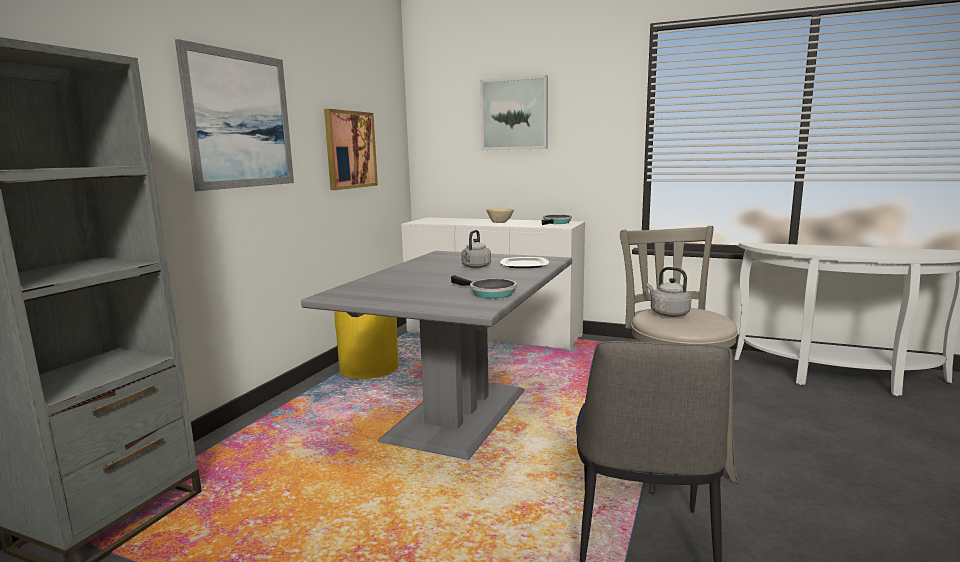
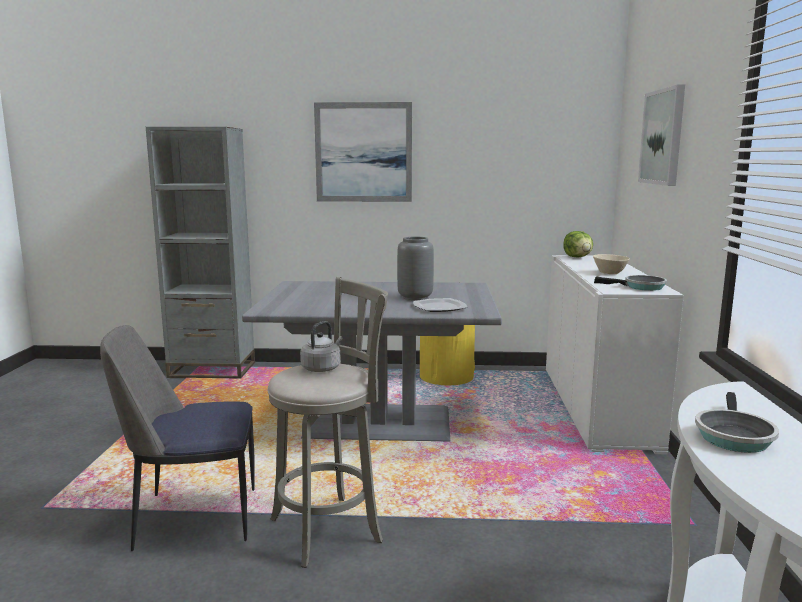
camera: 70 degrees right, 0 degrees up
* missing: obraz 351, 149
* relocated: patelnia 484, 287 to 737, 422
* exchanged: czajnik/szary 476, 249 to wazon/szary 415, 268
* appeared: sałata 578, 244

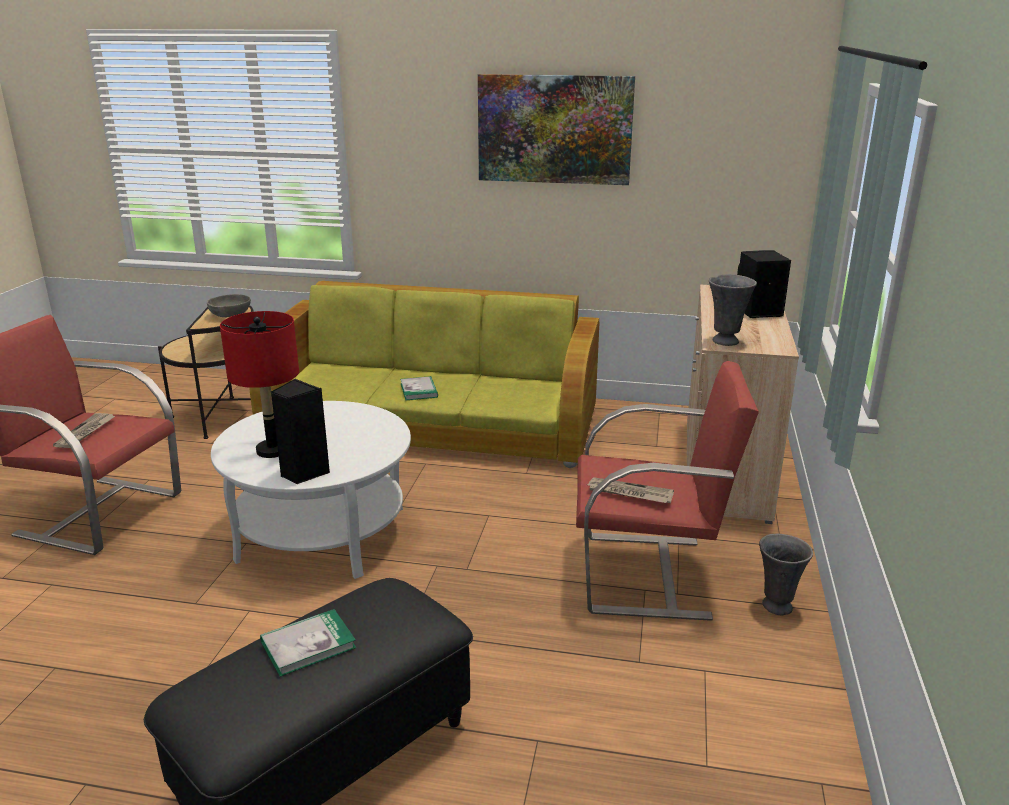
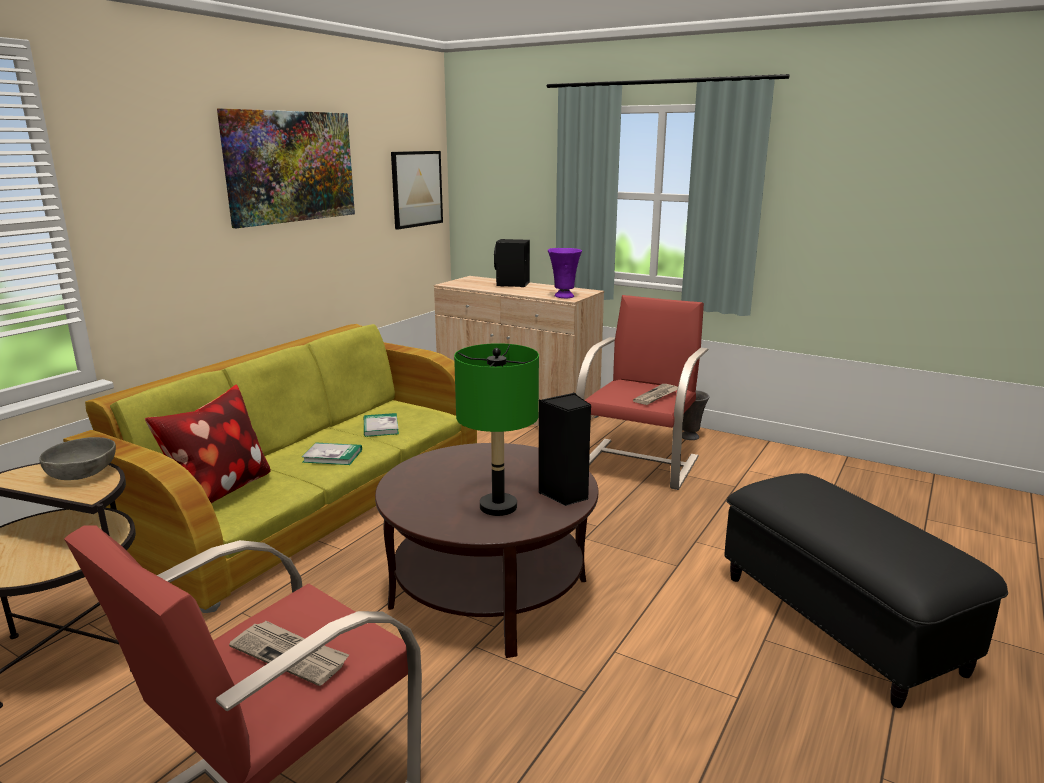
camera: 70 degrees left, 5 degrees down
* colour: ława/biały 311, 490 to ława/brązowy 486, 550
* colour: lampa stołowa/czerwony 259, 384 to lampa stołowa/zielony 496, 429
* relocated: książka 308, 643 to 381, 425
* colour: wazon/szary 733, 310 to wazon/fioletowy 565, 273
* appeared: poduszka 208, 444
* appeared: obraz 417, 190

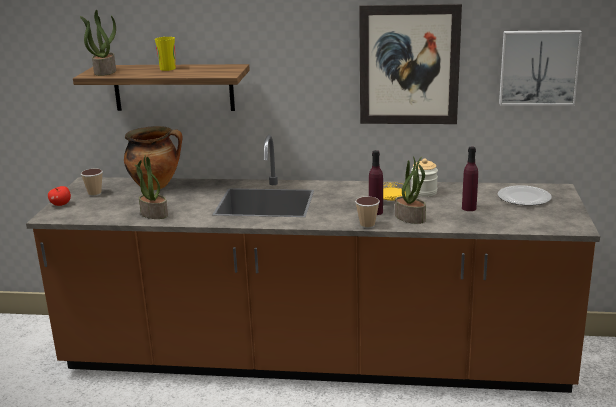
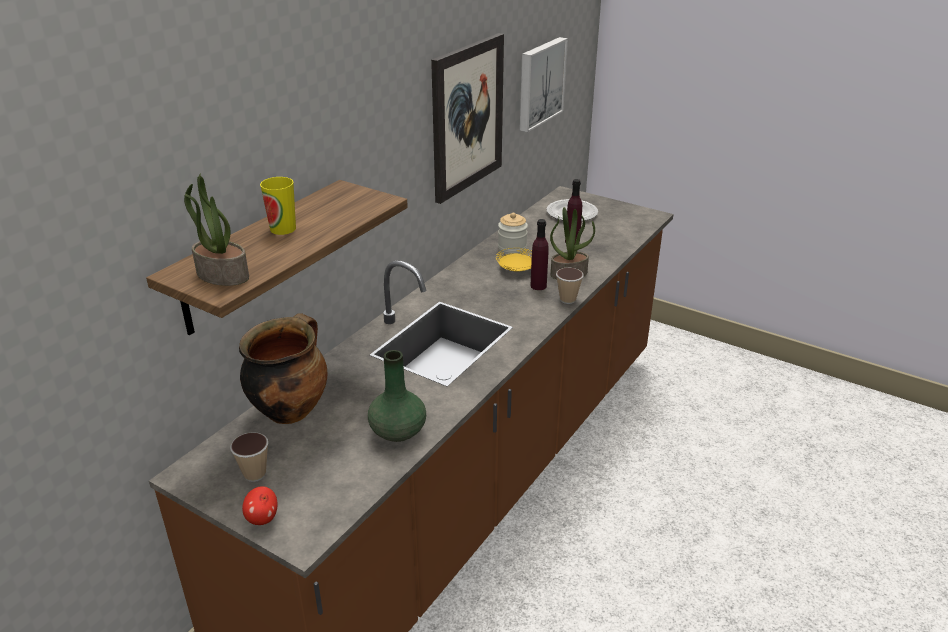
camera: 65 degrees left, 10 degrees up
* exchanged: roślina doniczkowa 151, 186 to wazon/zielony 397, 396

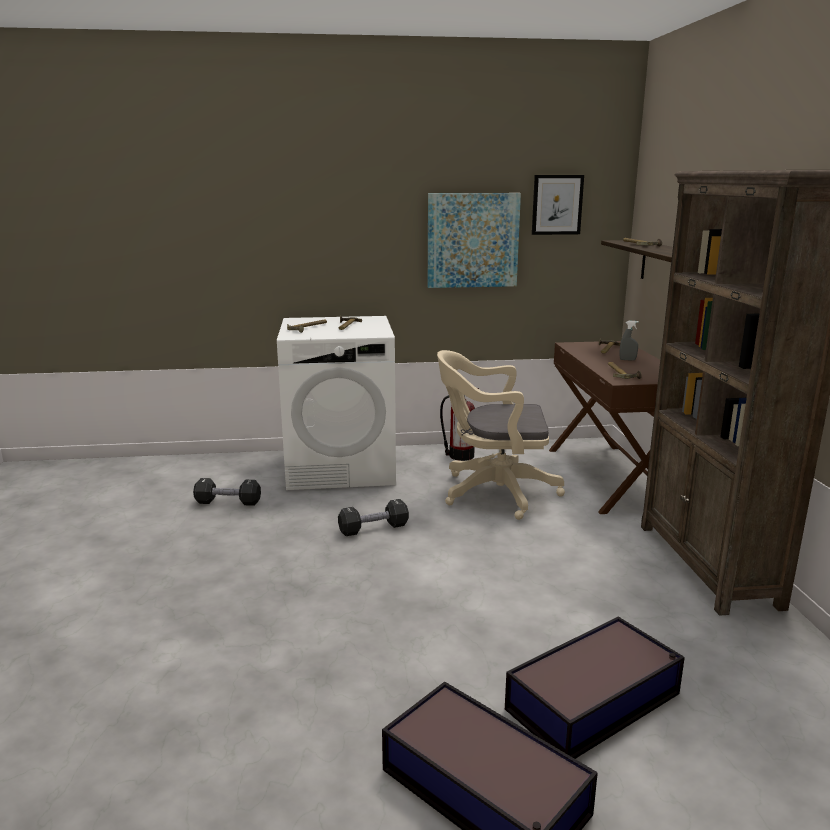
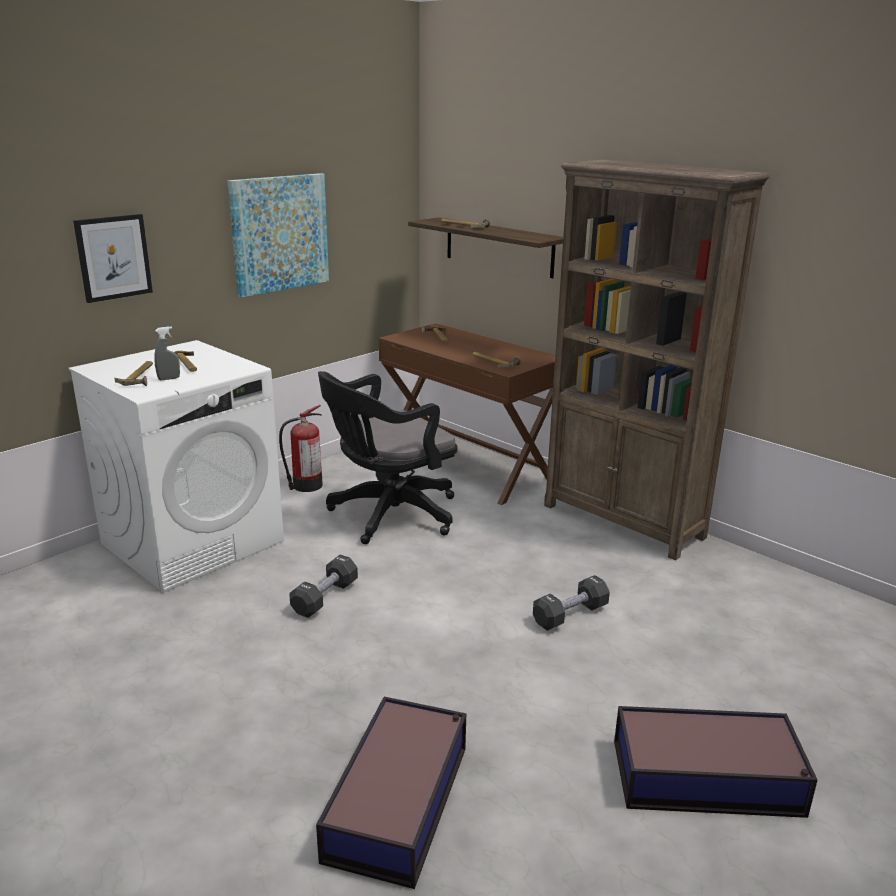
camera: 40 degrees left, 5 degrees up
* relocated: hantel/czarny 227, 492 to 571, 603
* colour: krzesło biurowe/beżowy 501, 435 to krzesło biurowe/czarny 387, 457
* relocated: pojemnik do przechowywania 595, 688 to 391, 793
* relocated: obraz 558, 205 to 113, 258
* relocated: spryskiwacz/szary 629, 341 to 167, 353

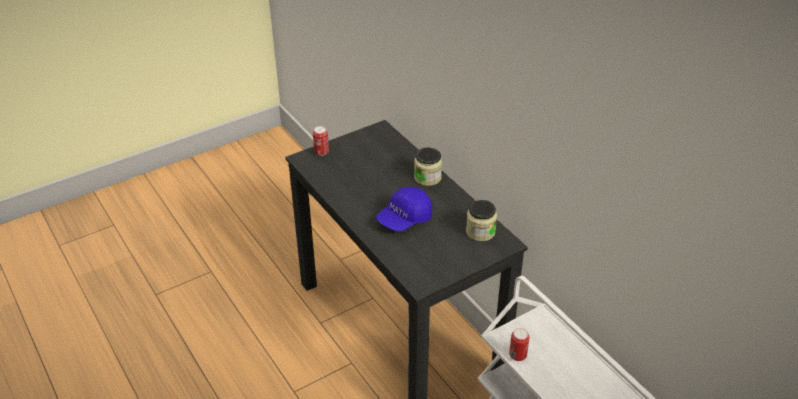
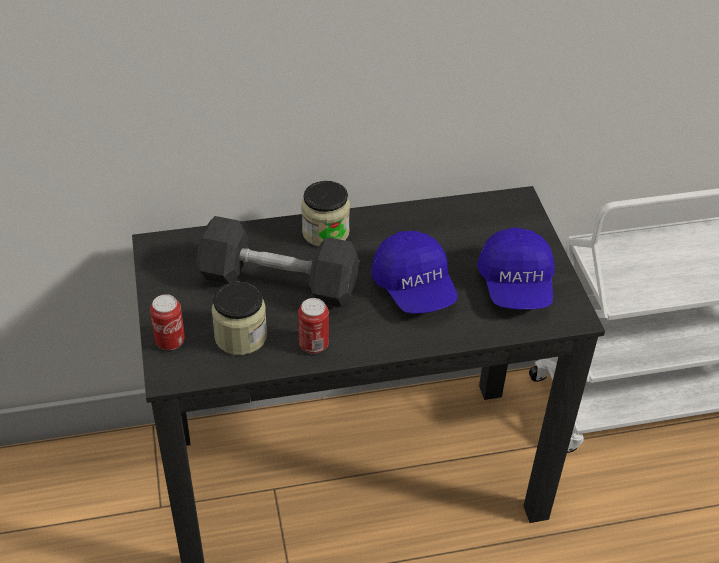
camera: 70 degrees left, 5 degrees up
* relocated: słoik 481, 220 to 239, 318
* relocated: puszka 519, 344 to 313, 326
* appeared: hantel/szary 278, 261
* appeared: czapka z daszkiem/niebieski 515, 268

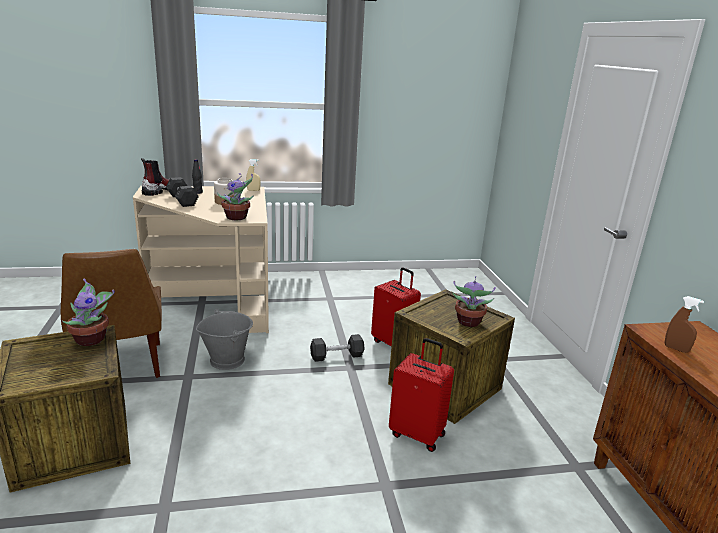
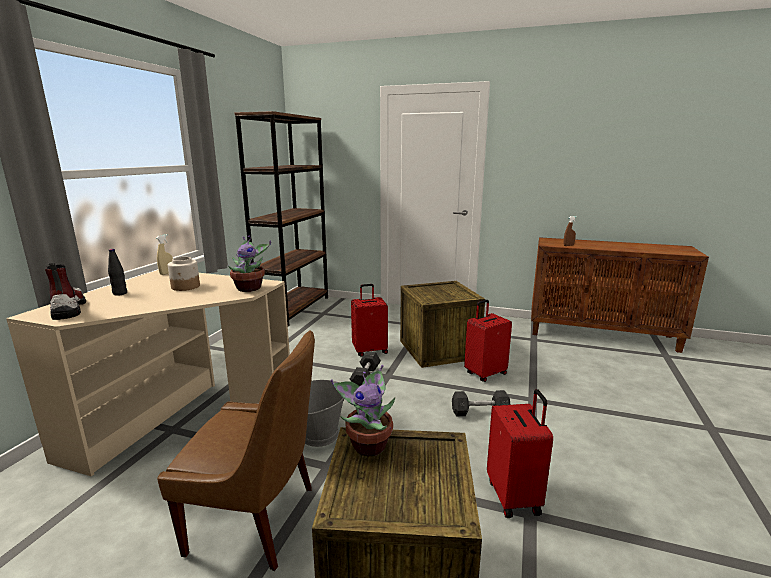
camera: 60 degrees left, 5 degrees down
* relocated: hantel/szary 182, 192 to 481, 403
* missing: roślina doniczkowa 474, 301
* appeared: regał/brązowy 281, 218
* appeared: walizka/czerwony 520, 453

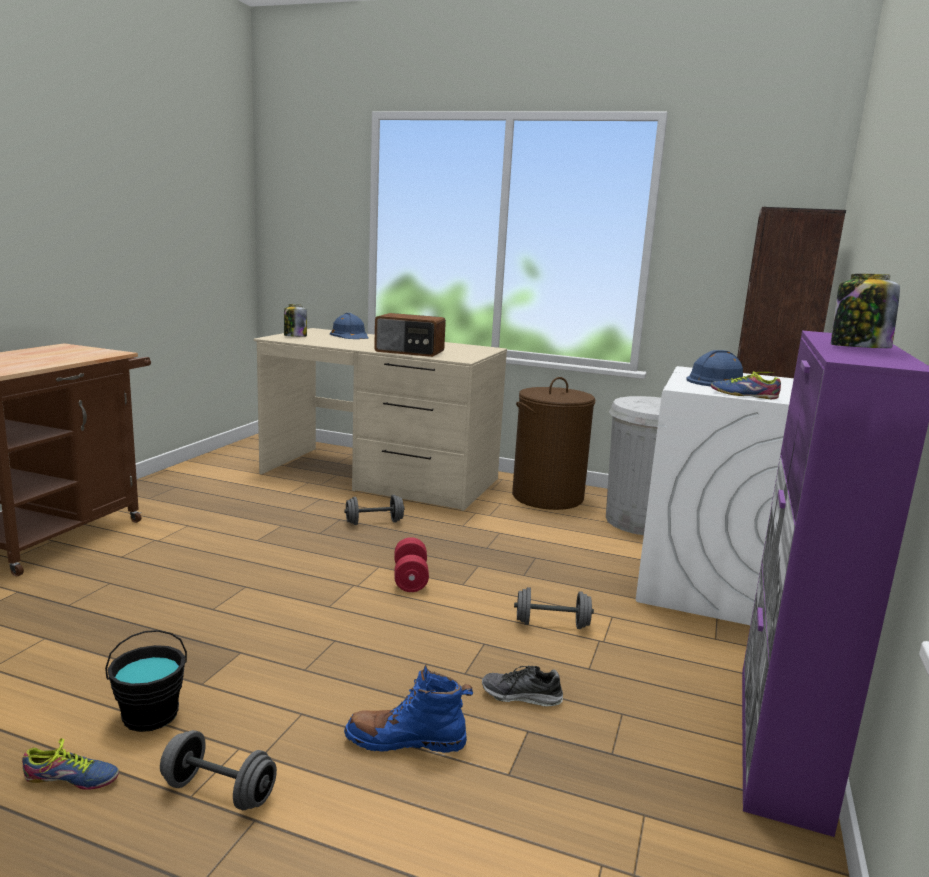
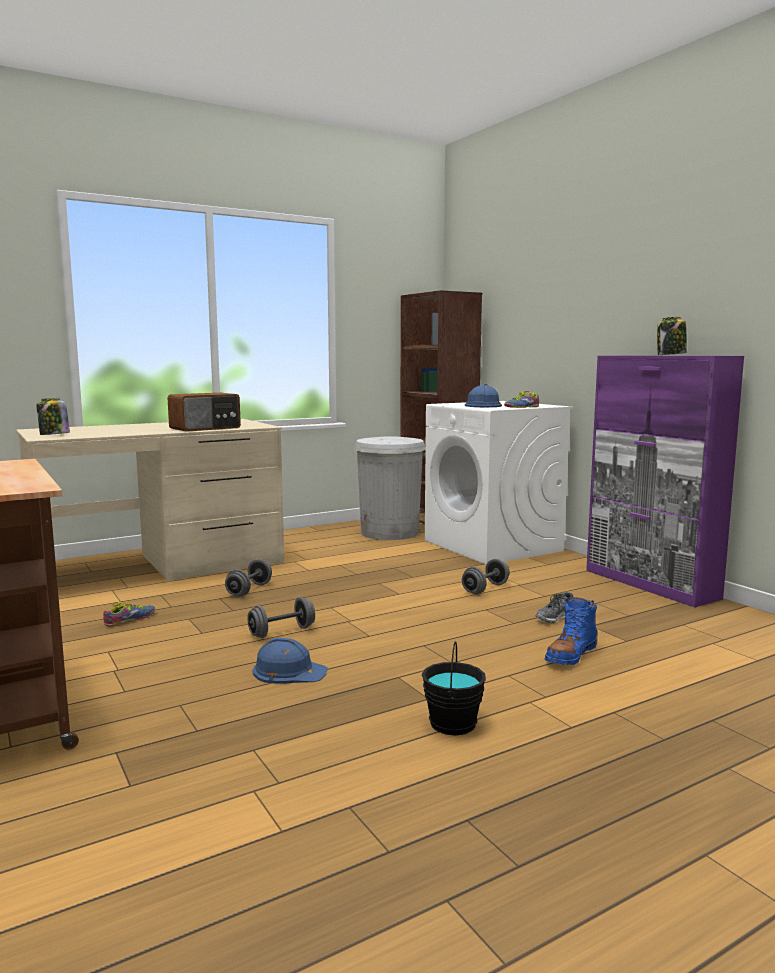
camera: 50 degrees left, 5 degrees down
* relocated: but 70, 764 to 129, 614
* relocated: hantel/szary 218, 770 to 281, 617
* relocated: kask/niebieski 349, 326 to 290, 661
* missing: hantel/czerwony 411, 564
* missing: kosz na pranie/brązowy 553, 443

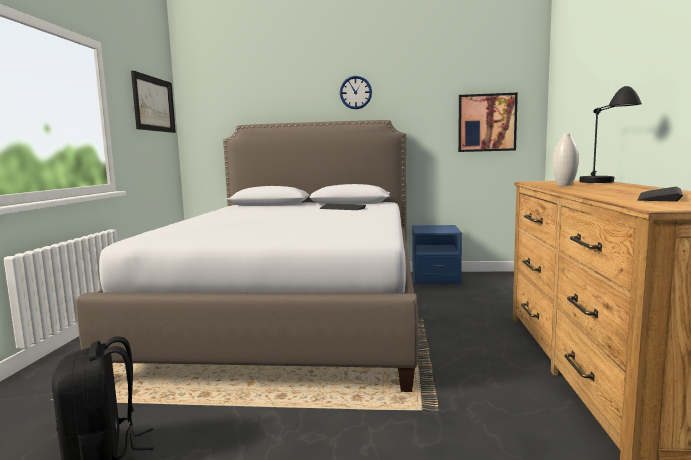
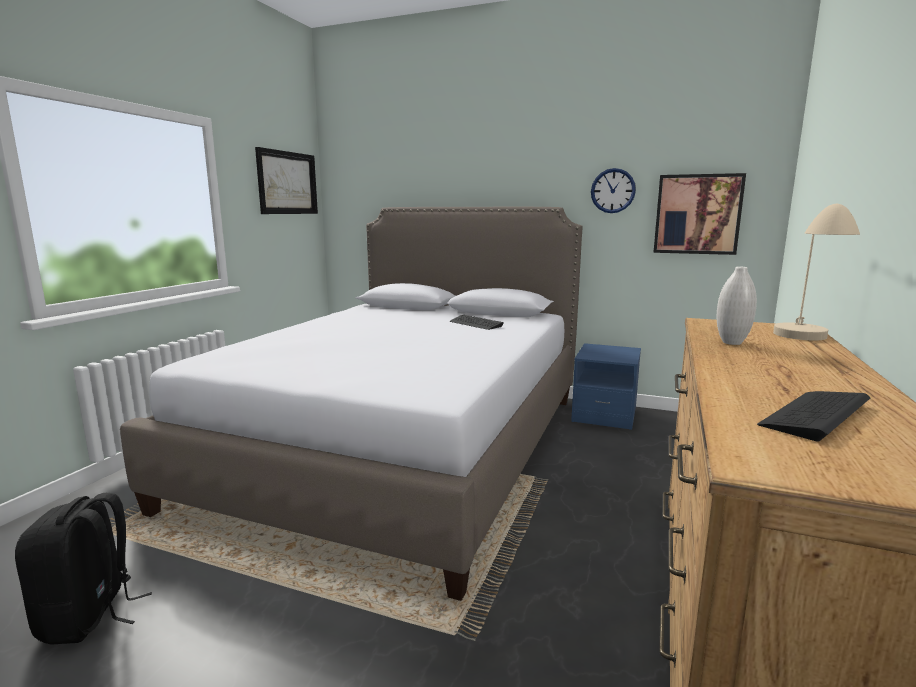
camera: 15 degrees right, 5 degrees up
* relocated: zegar ścienny 356, 92 to 613, 190
* colour: lampa stołowa/czarny 610, 134 to lampa stołowa/beżowy 816, 272

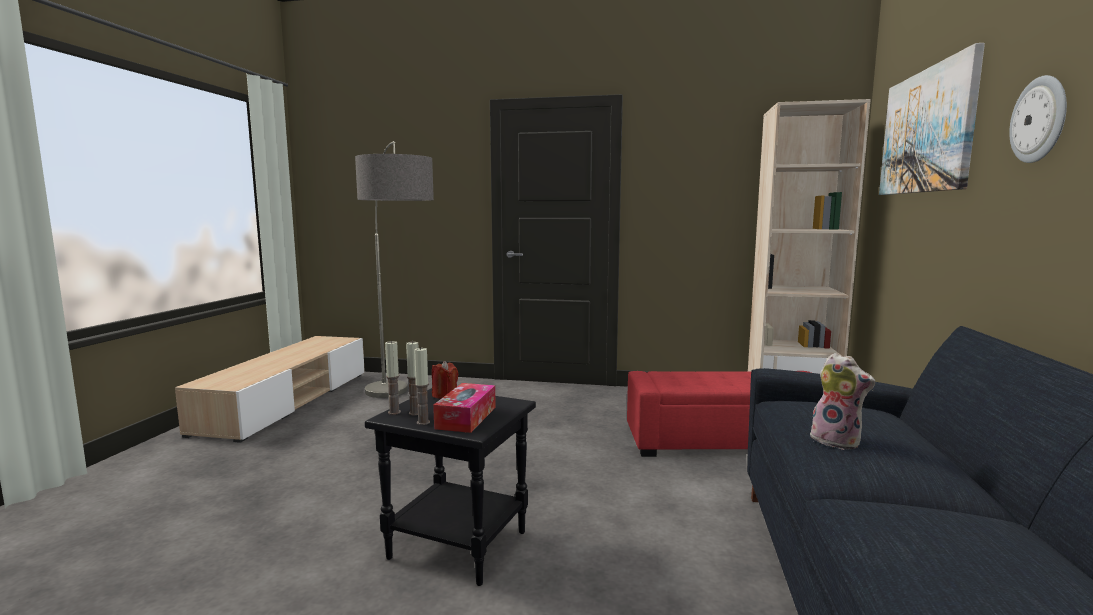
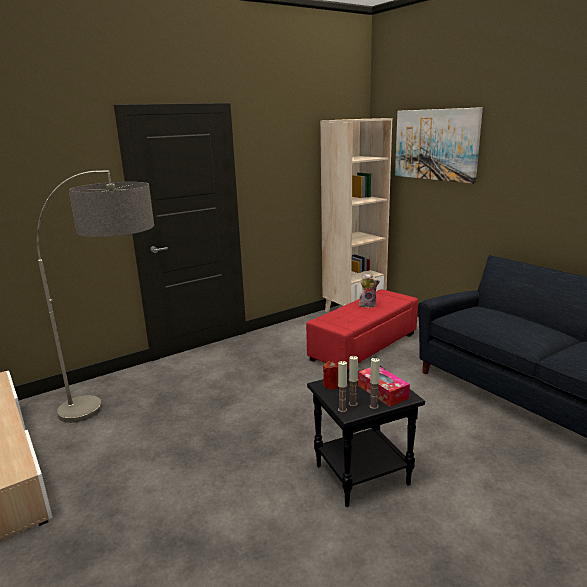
camera: 45 degrees left, 10 degrees up
* relocated: pluszak 842, 401 to 369, 291
* missing: zegar ścienny 1038, 119

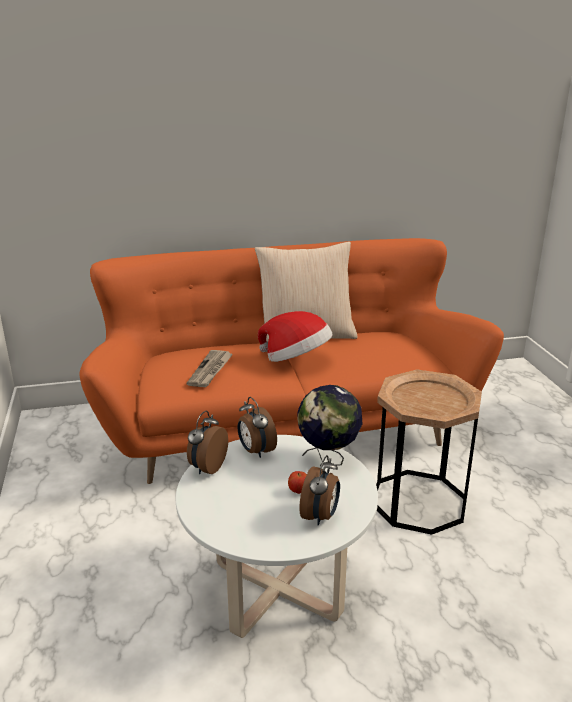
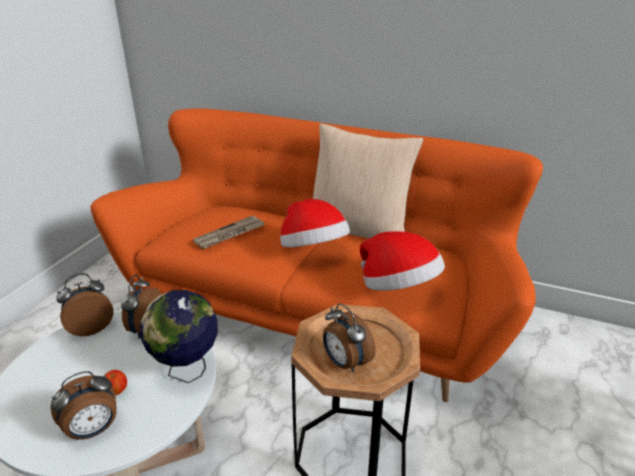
camera: 35 degrees right, 5 degrees up
* appeared: budzik 349, 338
* appeared: kapelusz 402, 261

